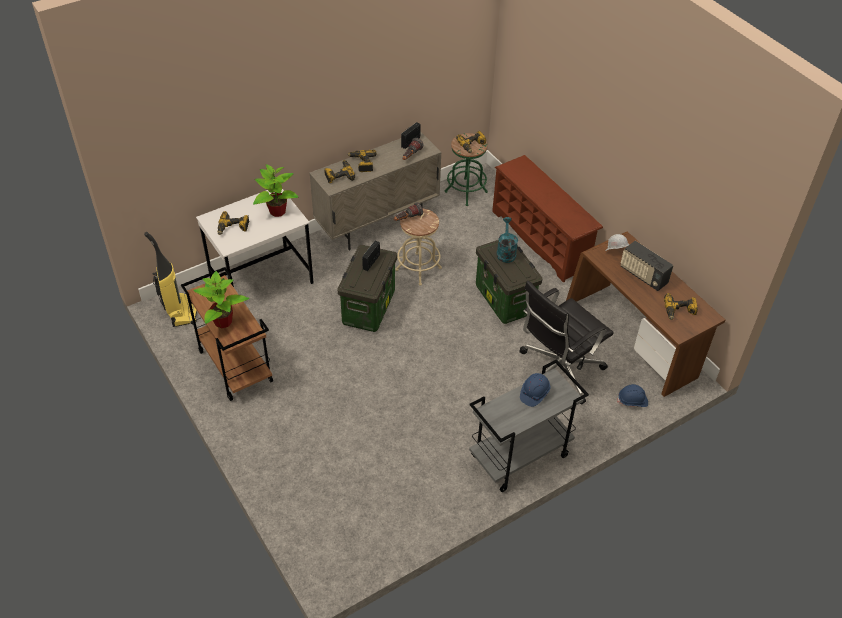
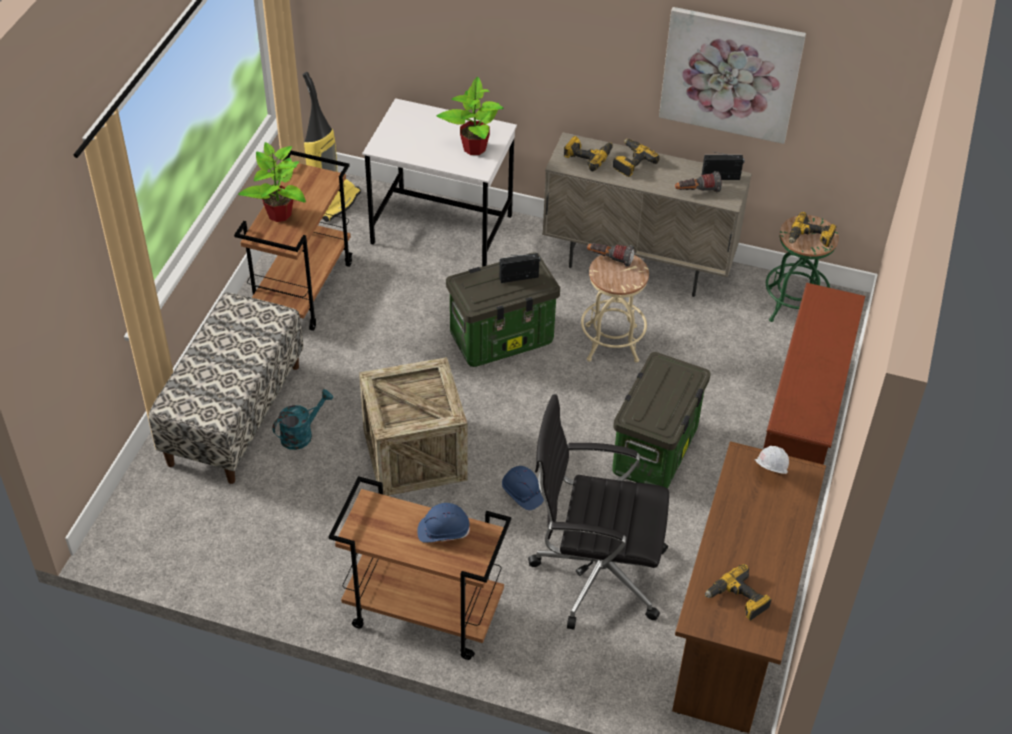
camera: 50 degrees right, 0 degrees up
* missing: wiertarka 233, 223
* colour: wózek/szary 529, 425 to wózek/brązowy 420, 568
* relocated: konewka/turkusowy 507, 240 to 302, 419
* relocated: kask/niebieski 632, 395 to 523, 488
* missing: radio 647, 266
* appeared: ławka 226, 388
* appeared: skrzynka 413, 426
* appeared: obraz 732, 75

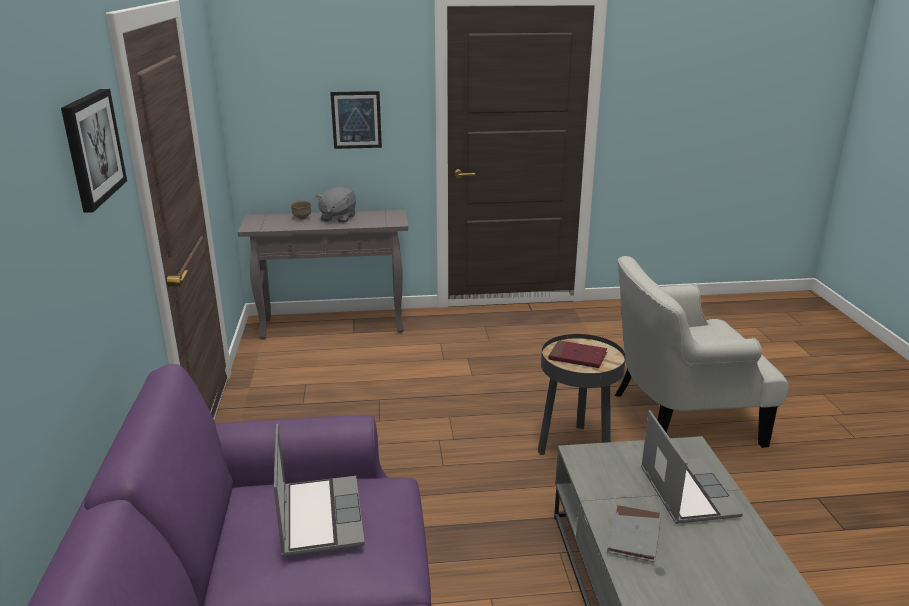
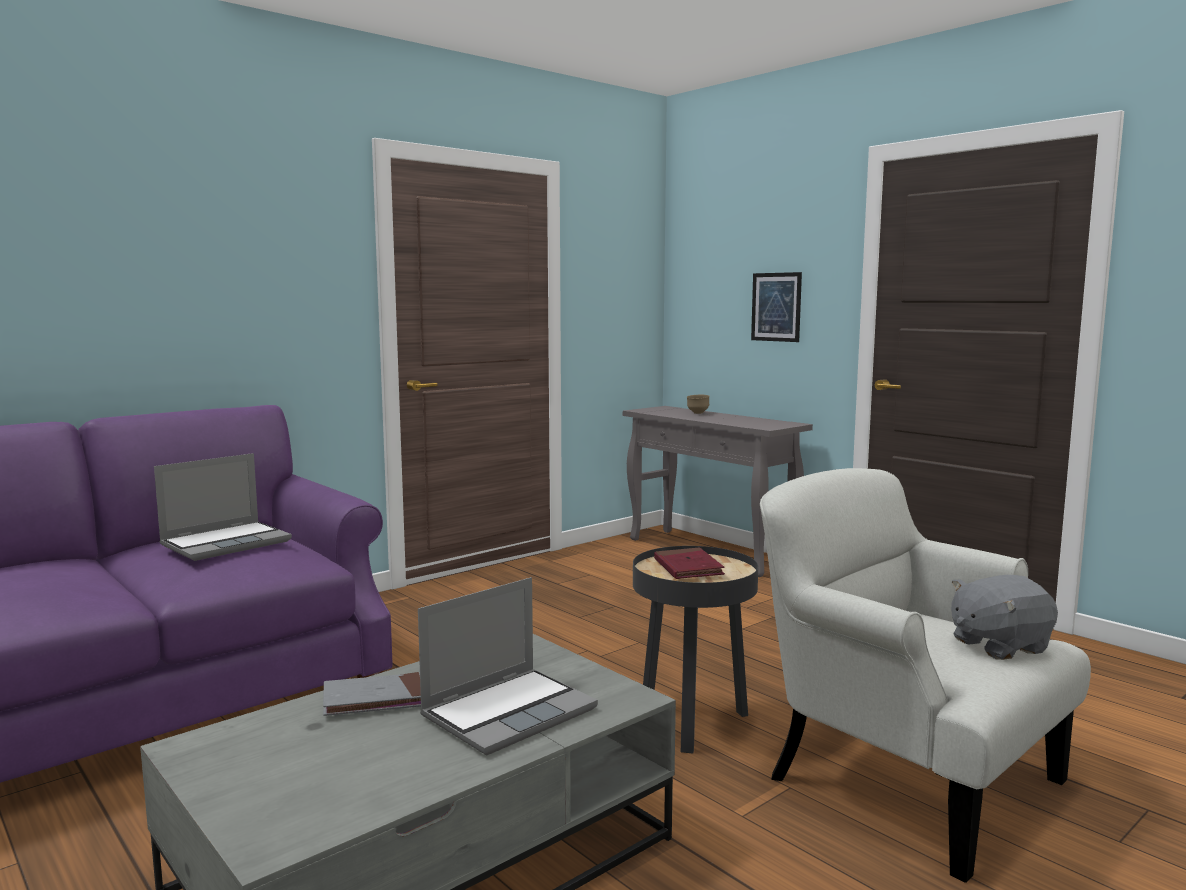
camera: 55 degrees right, 15 degrees down
* missing: obraz 94, 151
* relocated: pluszak/szary 336, 204 to 1004, 617

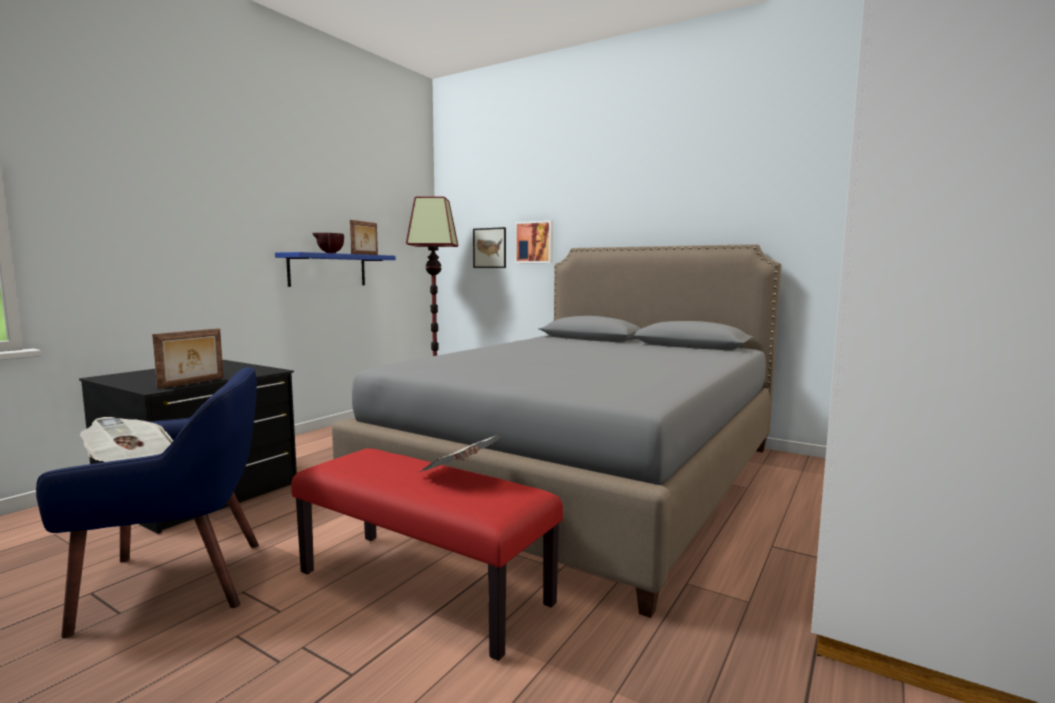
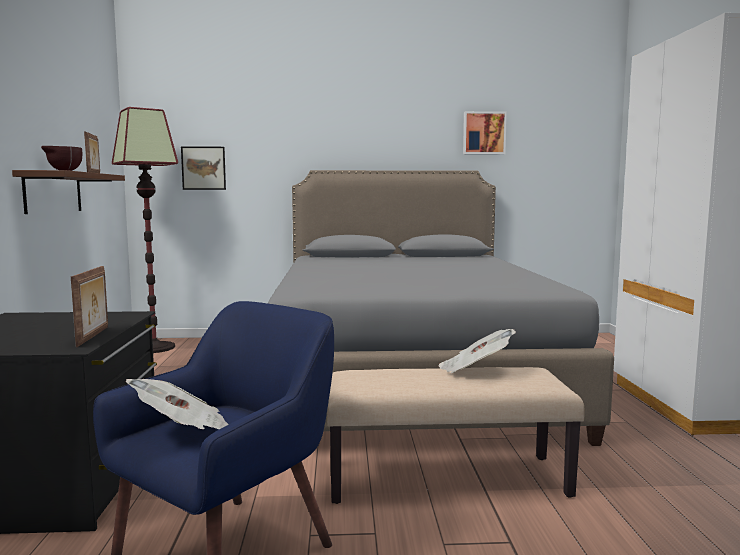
camera: 35 degrees left, 0 degrees up
* colour: półka/niebieski 335, 269 to półka/brązowy 68, 192
* colour: ławka/czerwony 427, 554 to ławka/beżowy 456, 435
* relocated: obraz 534, 241 to 485, 133

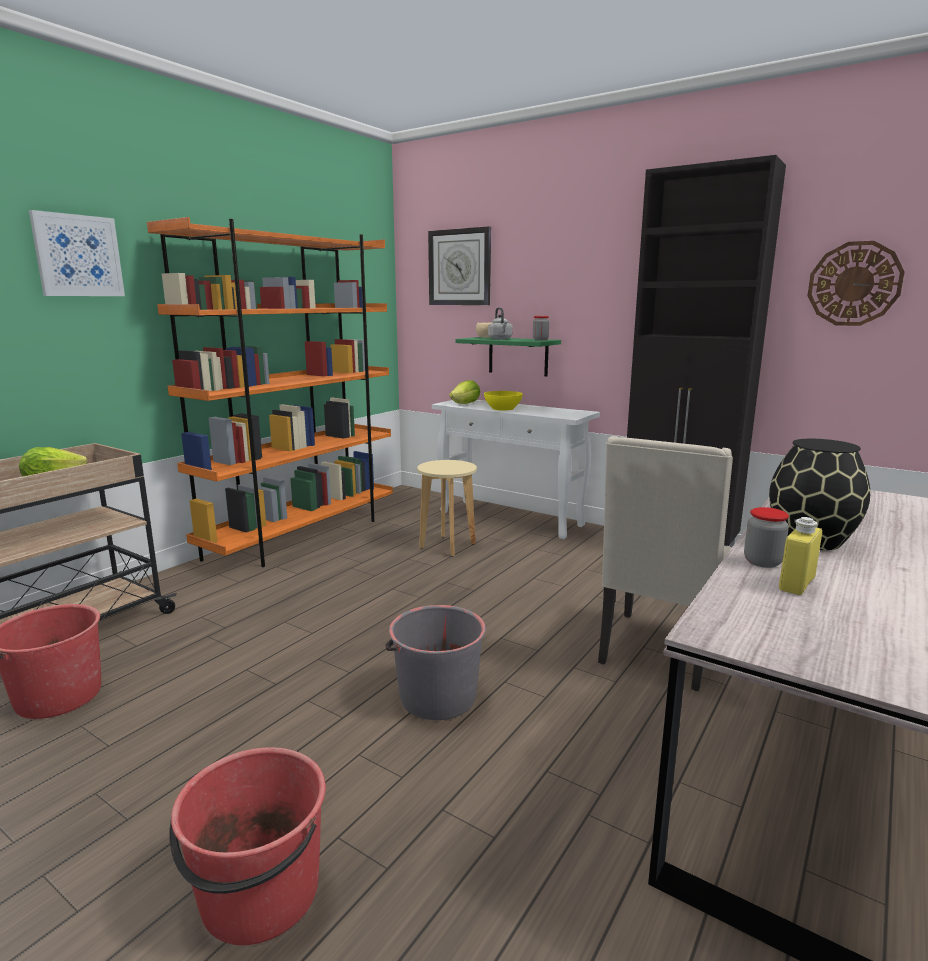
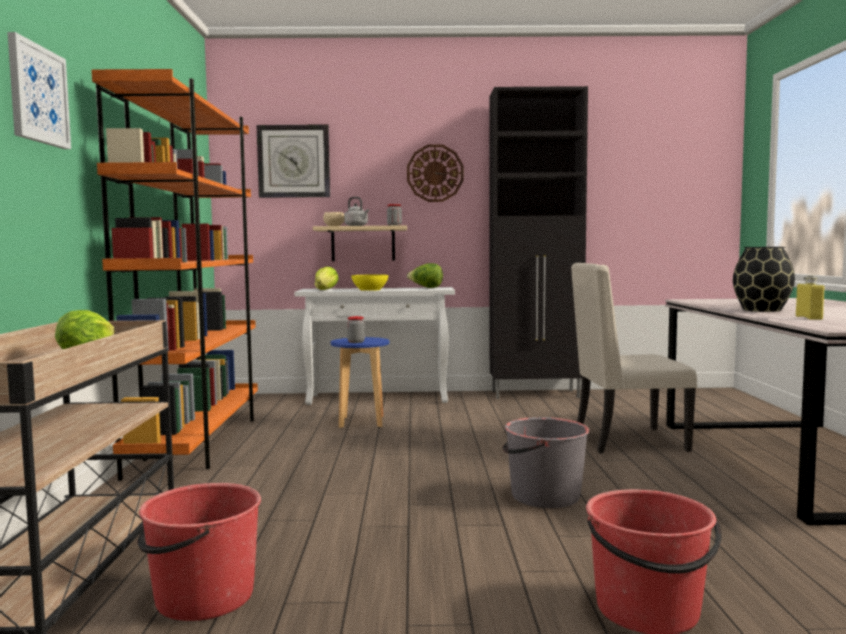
camera: 35 degrees left, 10 degrees down
* colour: stołek/beżowy 447, 508 to stołek/niebieski 360, 382
* colour: półka/zielony 508, 356 to półka/beżowy 360, 243
* spun: krzesło/beżowy 665, 563 = 634, 358 90 degrees clockwise
* relocated: słoik 766, 537 to 356, 329
* relocated: zegar ścienny 856, 283 to 435, 173
* appeared: sałata 425, 275

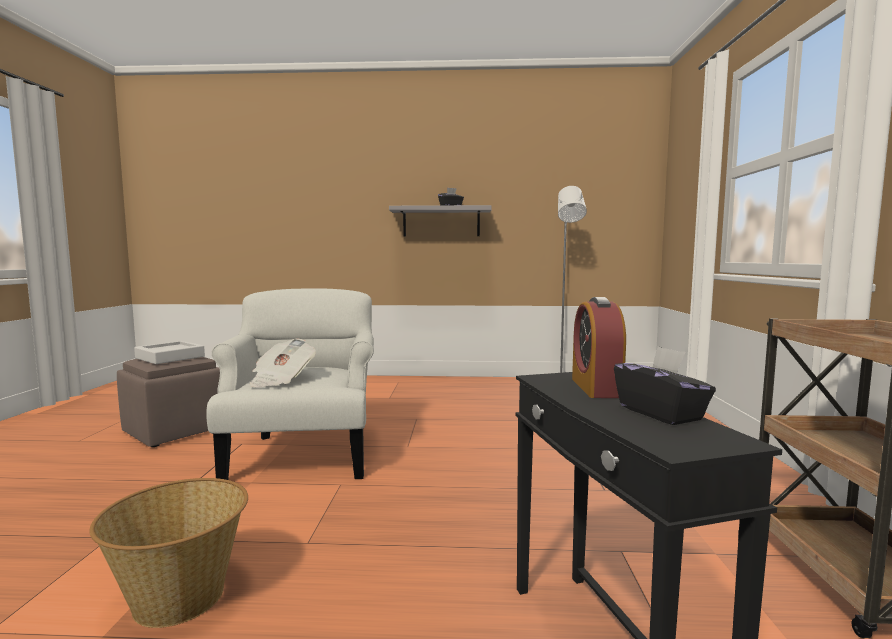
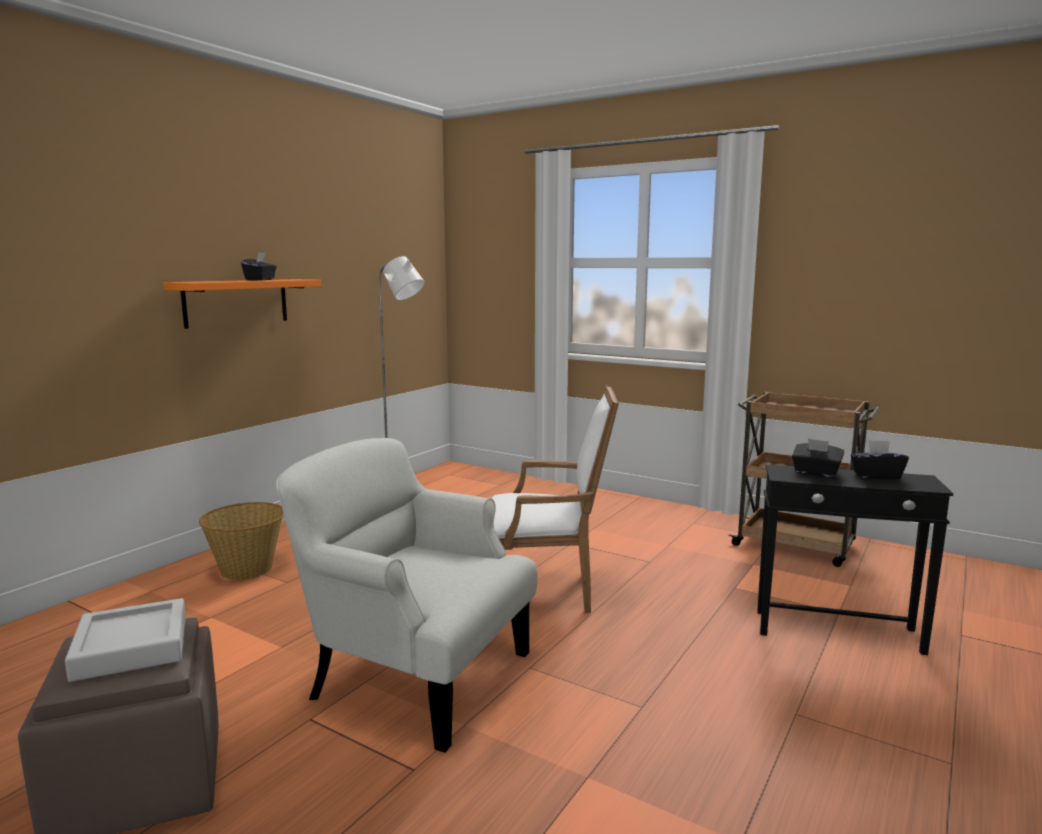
camera: 60 degrees left, 5 degrees up
* relocated: koszyk 168, 553 to 241, 541
* missing: gazeta 283, 363
* colour: półka/szary 440, 221 to półka/pomarańczowy 242, 304
* exchanged: budzik 599, 347 to pudełko chusteczek/czarny 818, 457
* appeared: fotel/biały 555, 499

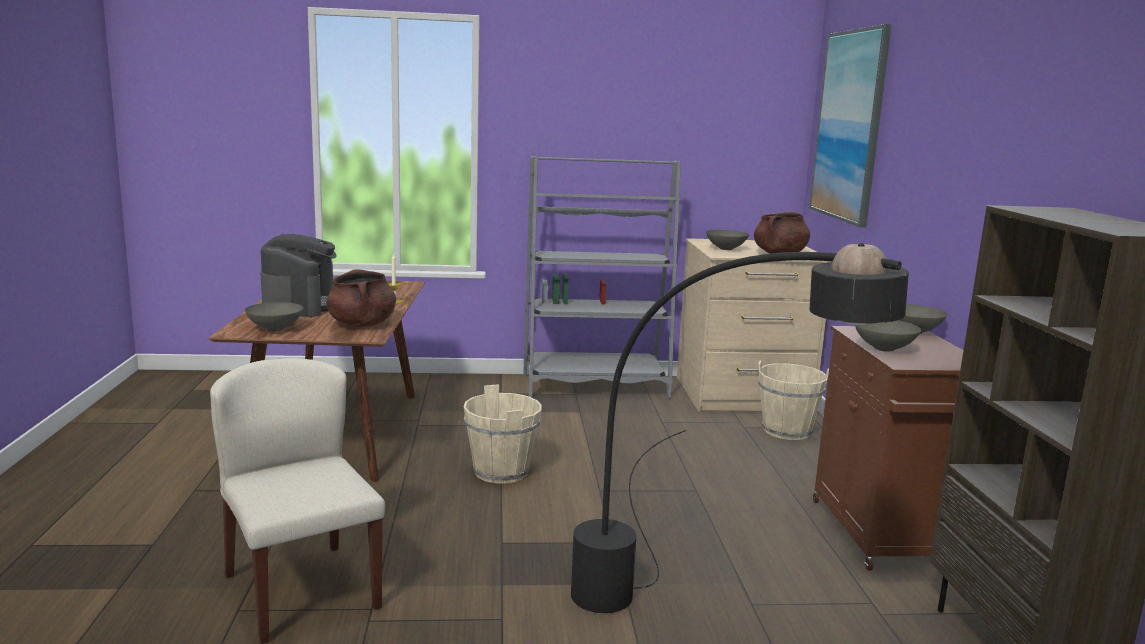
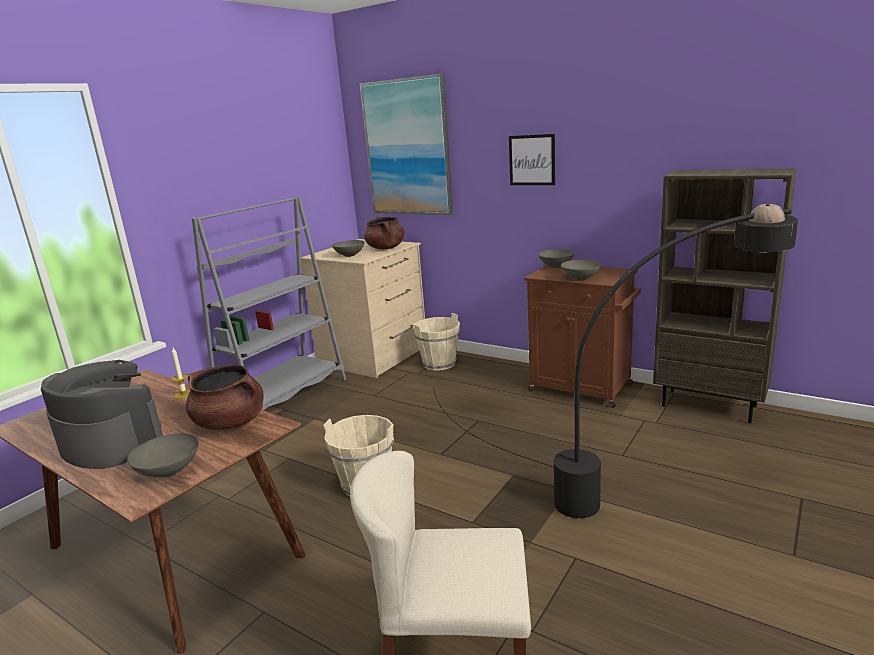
camera: 50 degrees left, 5 degrees up
* appeared: obraz 532, 159

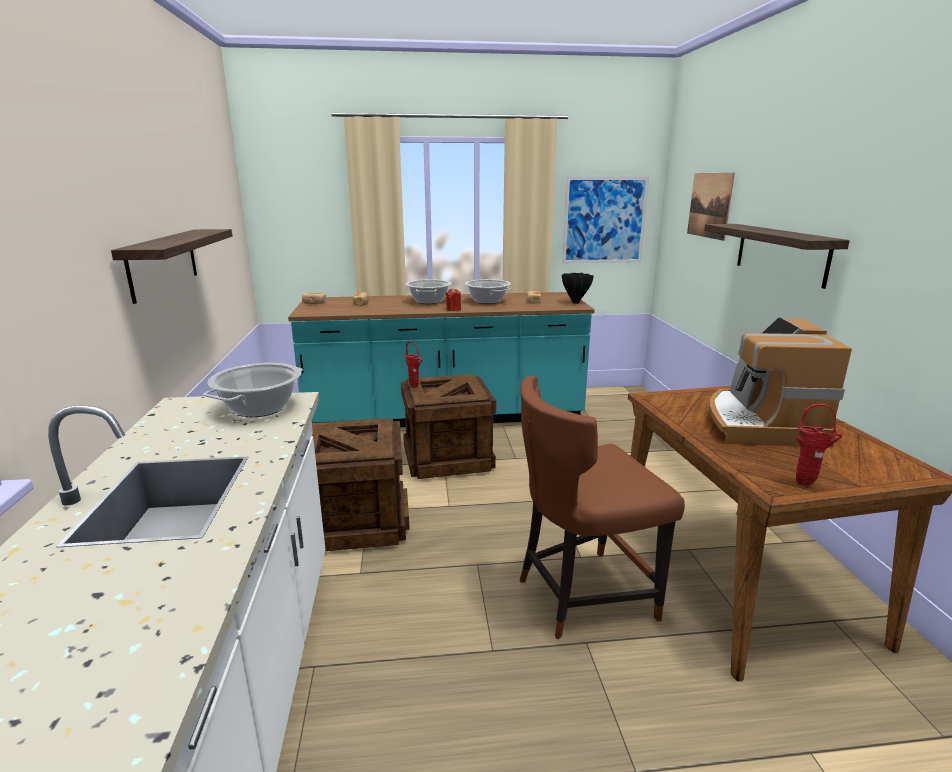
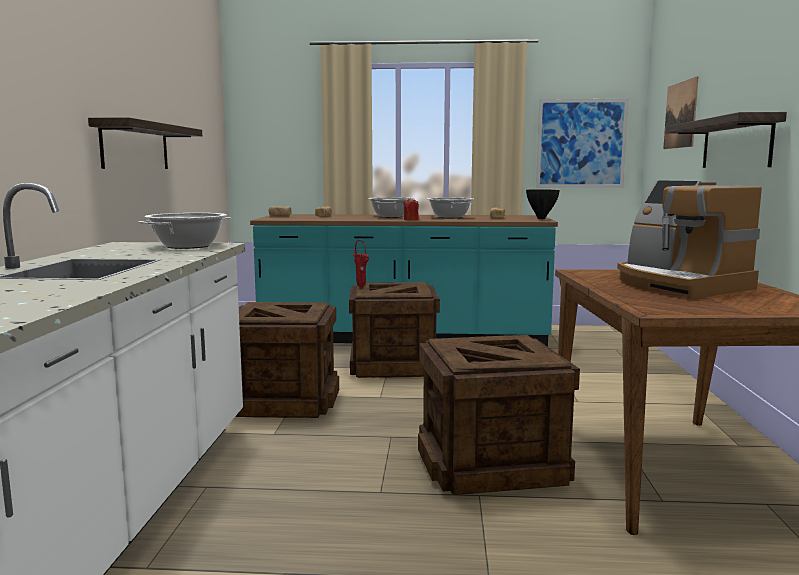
camera: 10 degrees right, 10 degrees down
* exchanged: krzesło/brązowy 602, 508 to skrzynka 499, 415
* spun: ekspres do kawy 780, 382 = 689, 239 45 degrees counterclockwise
* missing: wazon/czerwony 819, 444

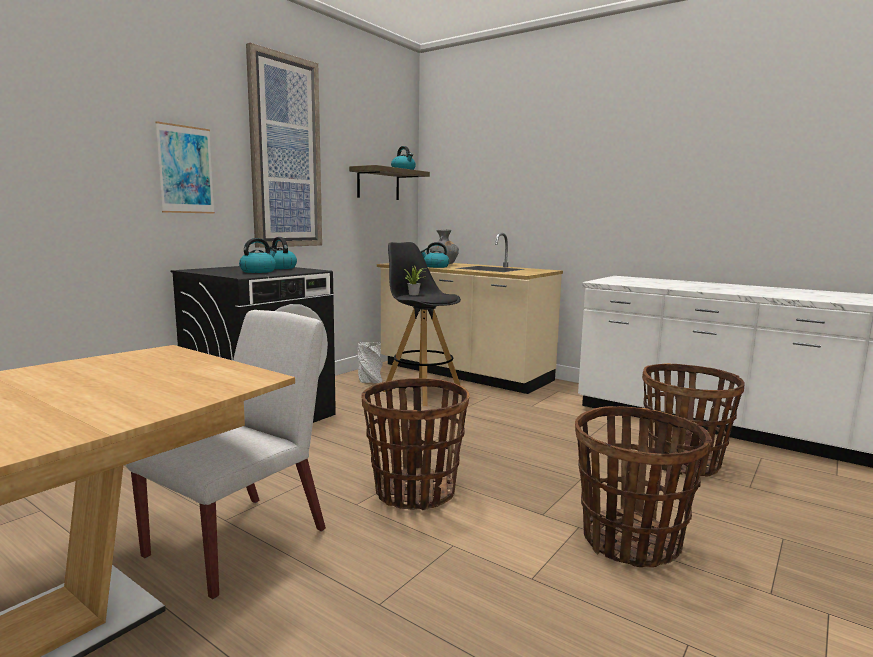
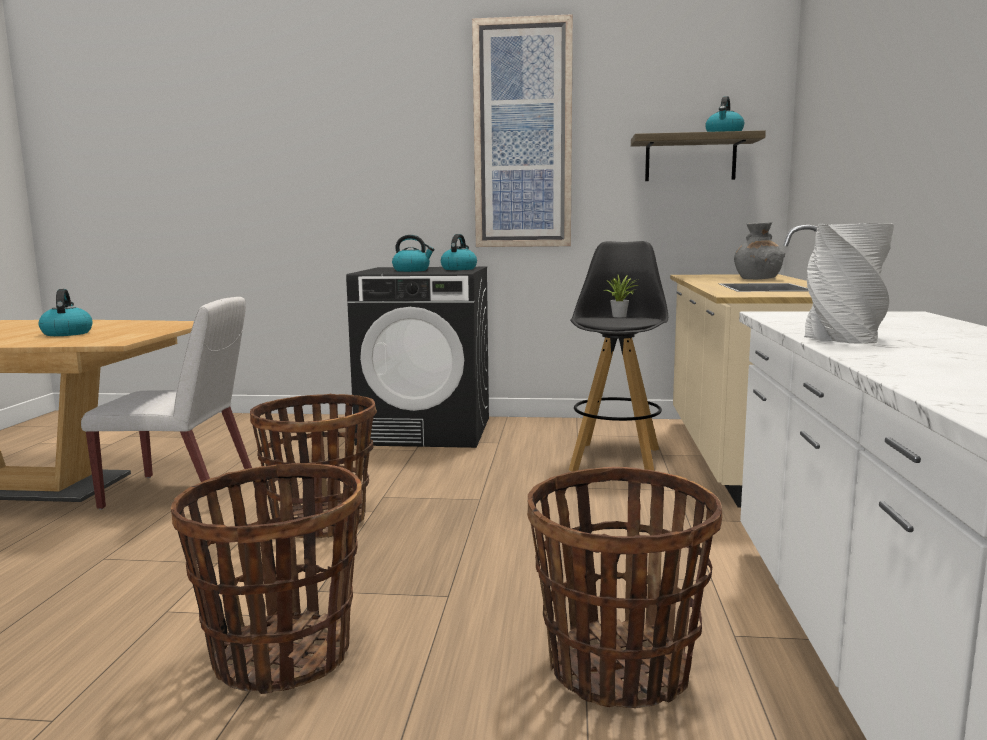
camera: 60 degrees right, 0 degrees up
* missing: obraz 185, 167
* relocated: wazon/szary 370, 362 to 849, 283
* relocated: czajnik 435, 255 to 66, 312

